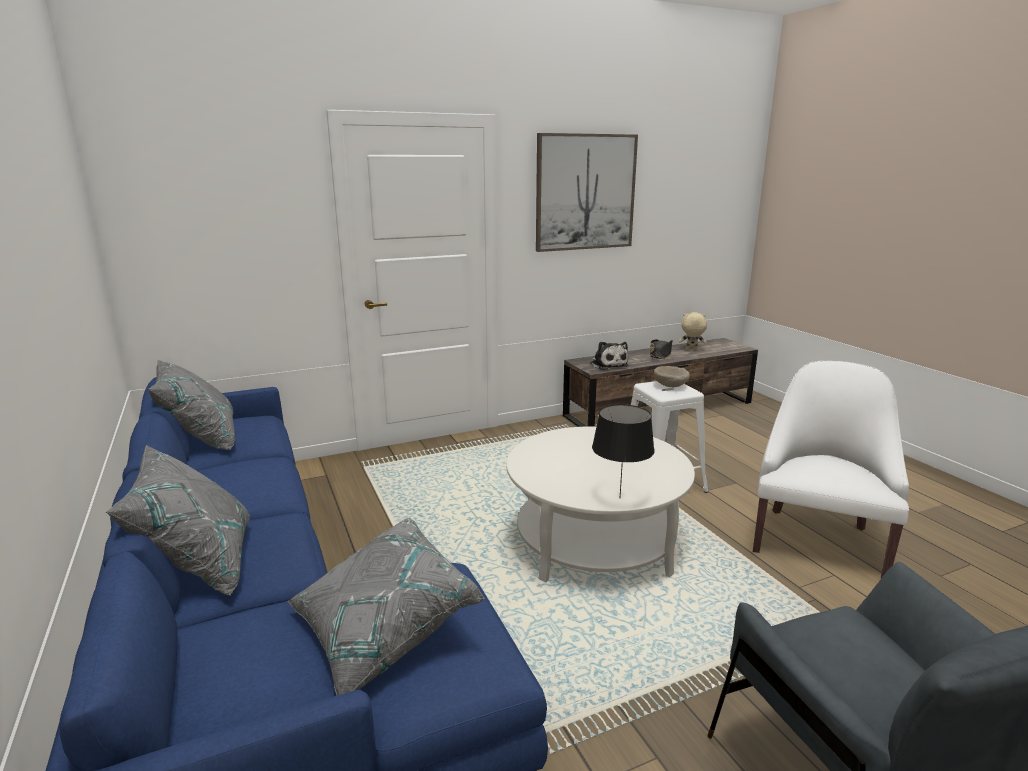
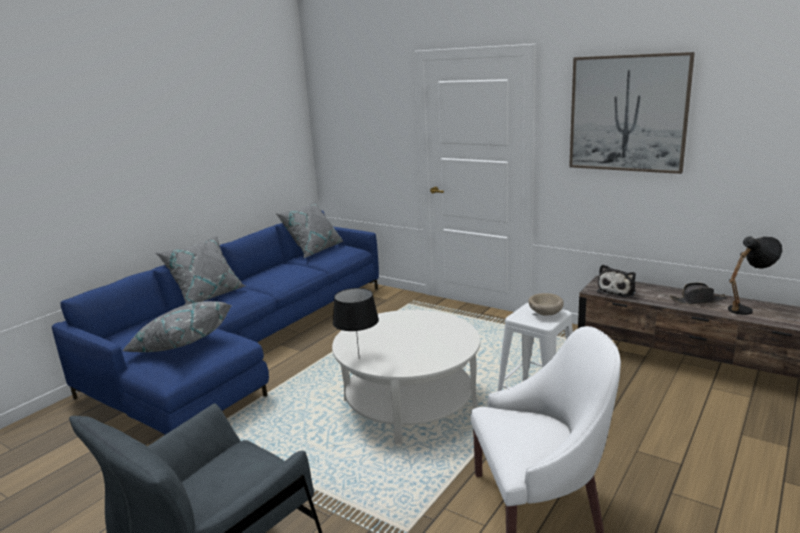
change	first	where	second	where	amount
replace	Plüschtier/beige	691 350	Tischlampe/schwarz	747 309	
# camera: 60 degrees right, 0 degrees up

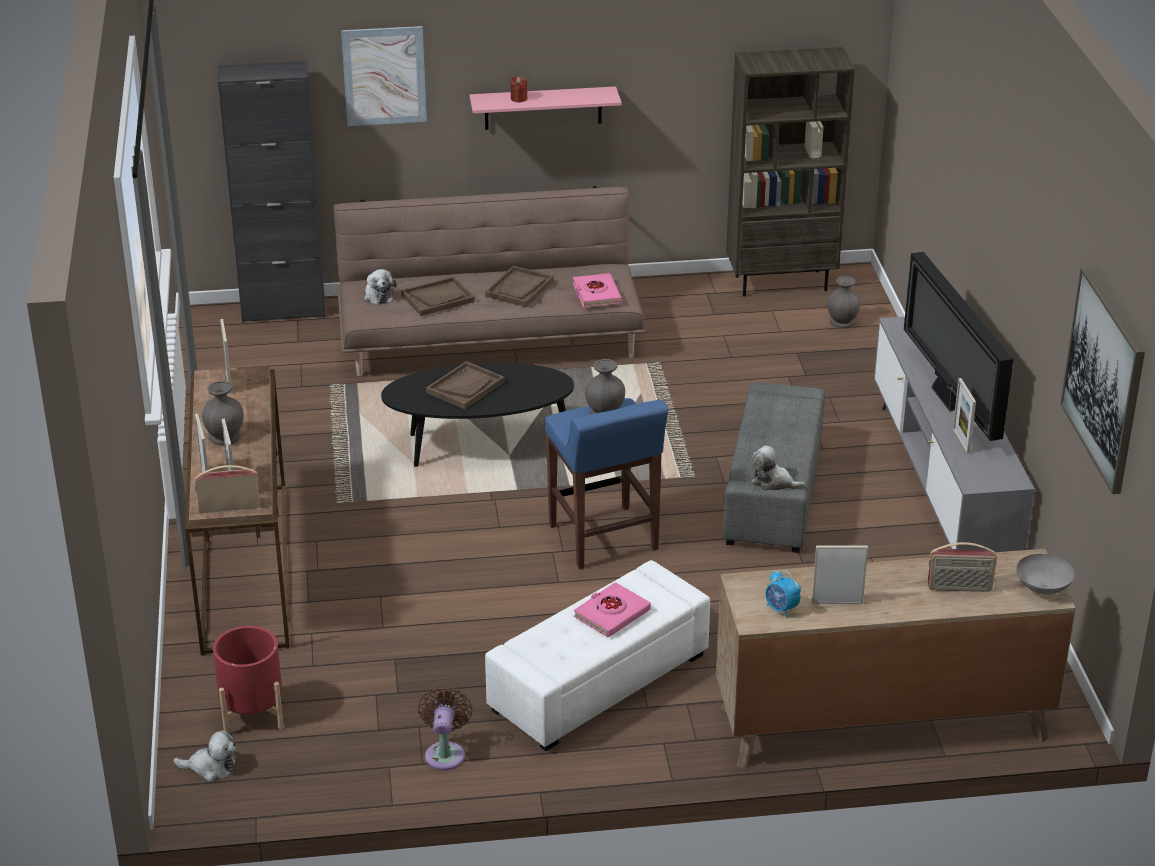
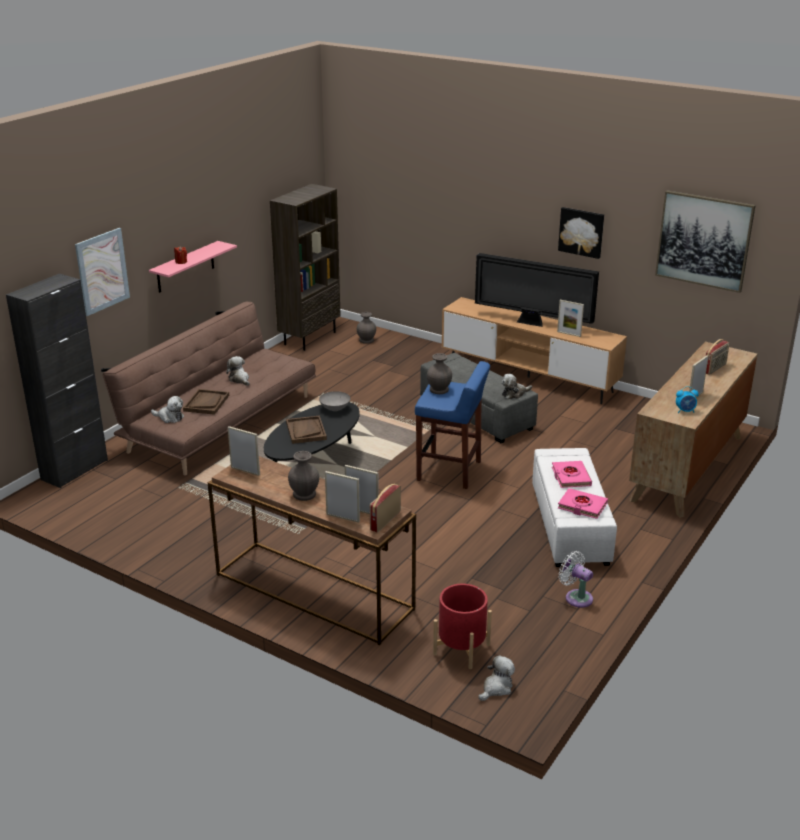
change	first	where	second	where	amount
recolor	Ventilator/braun	445 753	Ventilator/weiß	576 597	
replace	Tablett/braun	519 288	Plüschtier	239 379	
move	Buch/rosa	596 294		582 506	
recolor	Fernsehschrank/grau	941 486	Fernsehschrank/braun	528 377	
move	Schüssel/grau	1043 588		335 409	
insert			Bild	581 232	
# camera: 50 degrees left, 5 degrees down

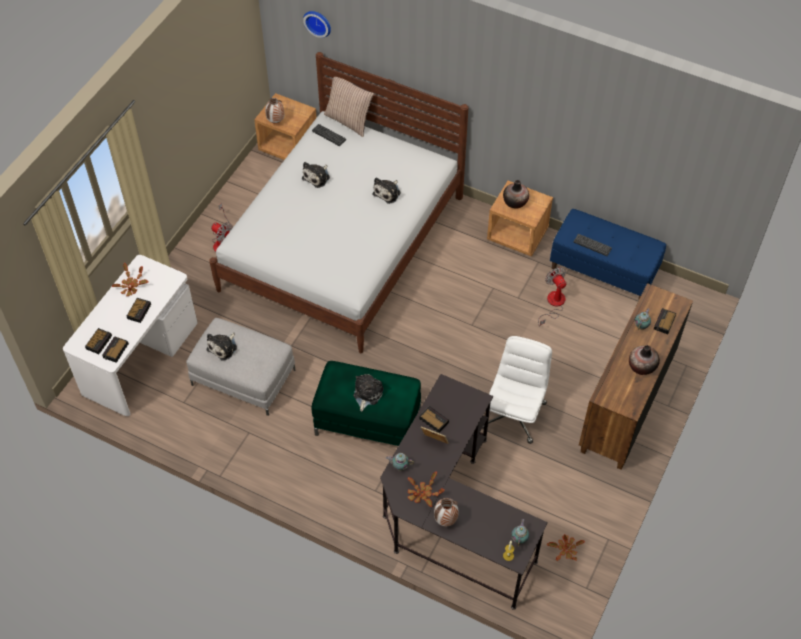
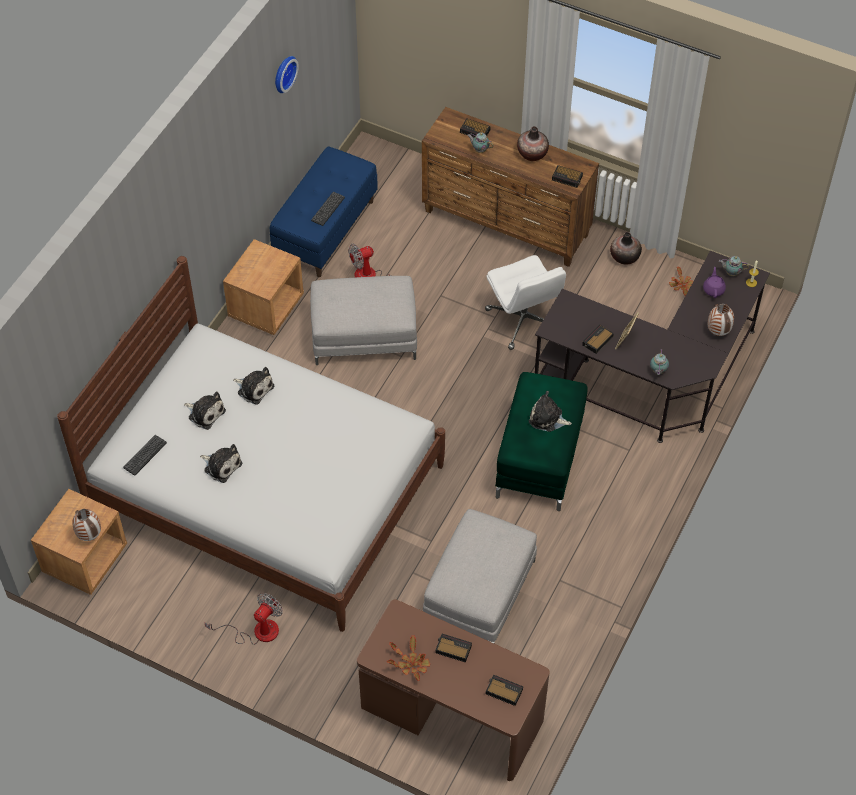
change	first	where	second	where	amount
recolor	Schreibtisch/weiß	140 357	Schreibtisch/braun	451 715	
move	Wecker	115 351		567 178	
move	Plüschtier	223 347		205 413	
move	Wanduhr	318 22		283 73	
delete	Kissen	349 120			
delete	Topfpflanze	422 494			
rotate	Bürostuhl/weiß	514 414		524 321	135 degrees counterclockwise
move	Vase	515 202		624 257	
insert			Polsterhocker/grau	364 334	
insert			Teekanne/lila	713 289	
# camera: 90 degrees left, 0 degrees up

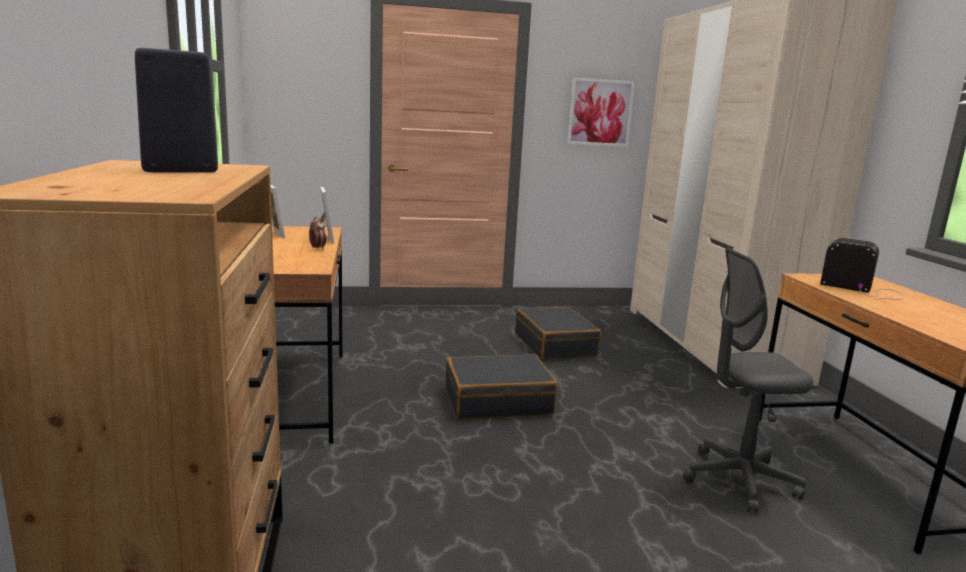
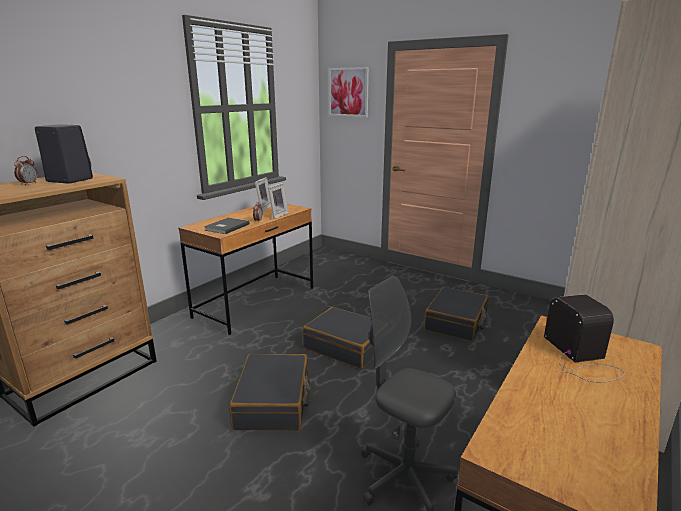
change	first	where	second	where	amount
move	Bild	600 112		348 92	
insert			Wecker	29 184	
insert			Buch/grau	226 227	
insert			Koffer/schwarz	274 402	
# camera: 45 degrees right, 5 degrees up

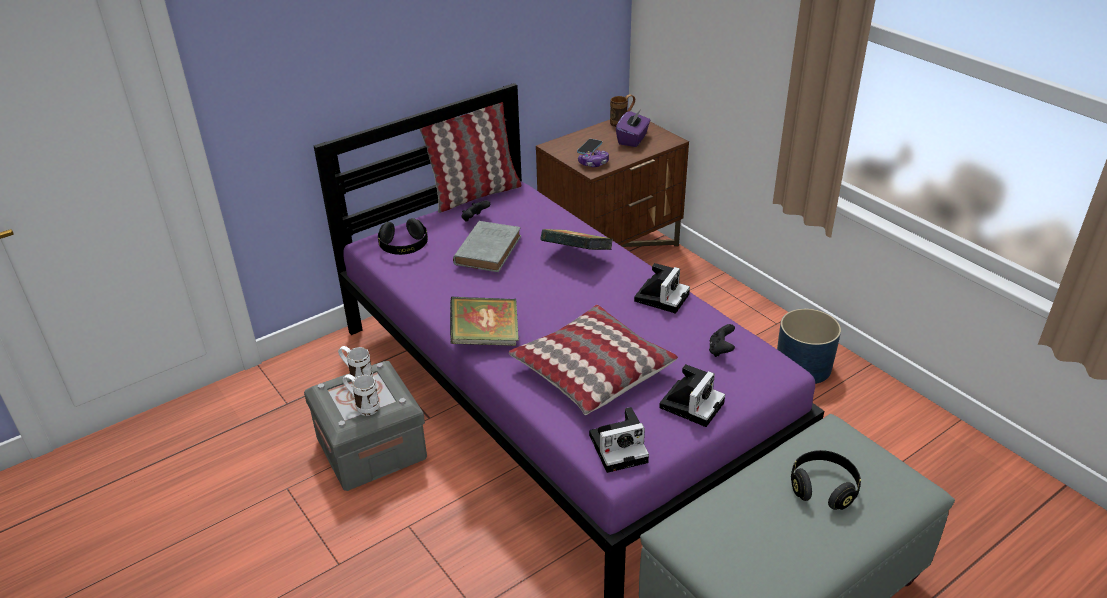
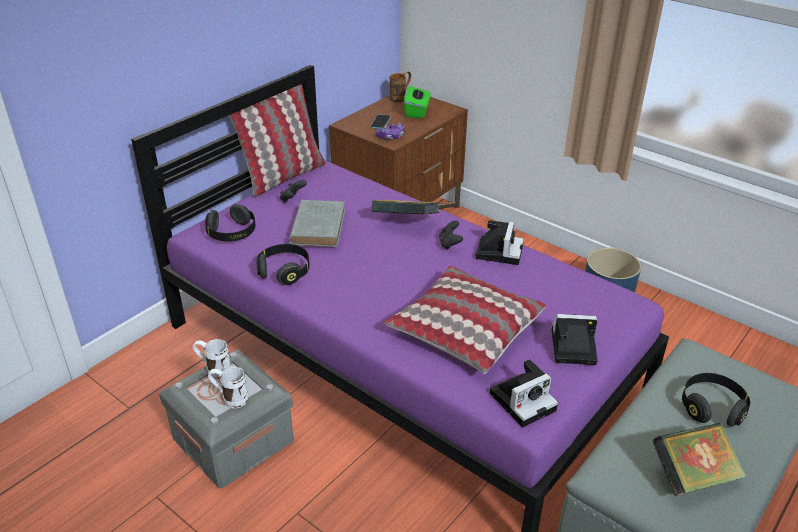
change	first	where	second	where	amount
move	Buch	485 339		692 476	
recolor	Taschentuchbox/lila	633 139	Taschentuchbox/grün	417 112	
rotate	Kamera	692 403		571 347	105 degrees counterclockwise
move	Gamepad/schwarz	721 350		450 244	
insert			Kopfhörer/schwarz	284 272	
# camera: 15 degrees left, 0 degrees up

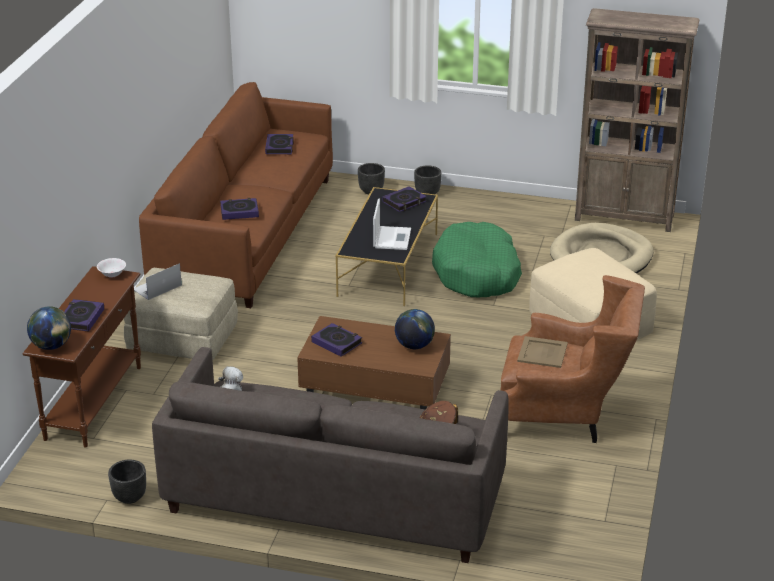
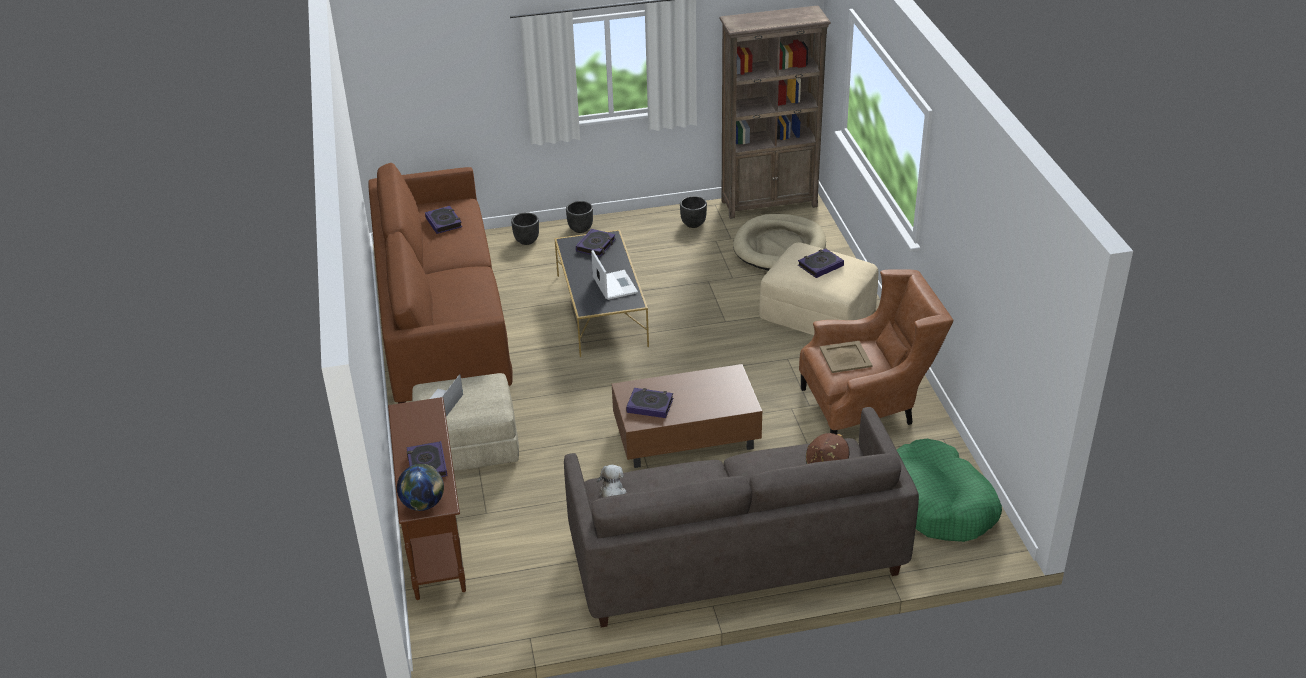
change	first	where	second	where	amount
delete	Schüssel/weiß	112 274			
move	Pflanzkübel/schwarz	129 497		693 224	
move	Buch	239 212		820 266	
delete	Globus	414 346			
move	Hundebett/grün	477 273		939 504	
# camera: 25 degrees left, 5 degrees up

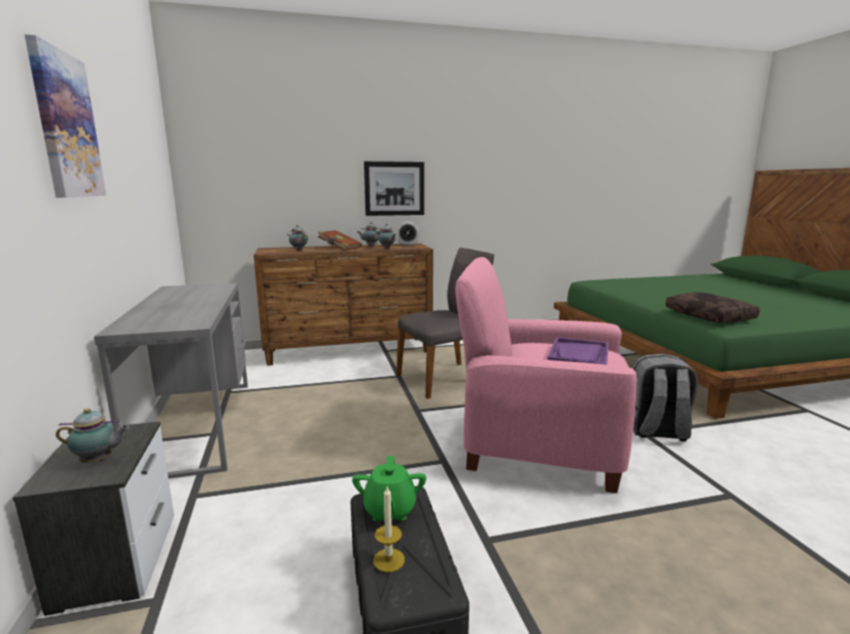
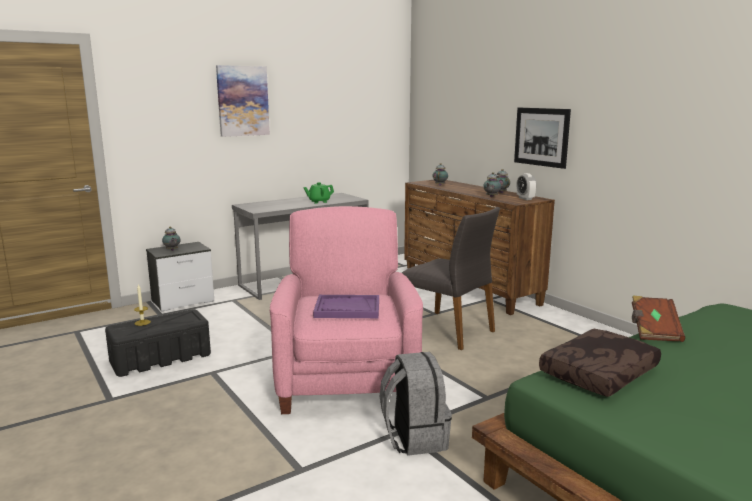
change	first	where	second	where	amount
move	Buch/braun	339 248		653 330	
move	Teekanne/grün	389 510		319 201	
# camera: 70 degrees right, 0 degrees up

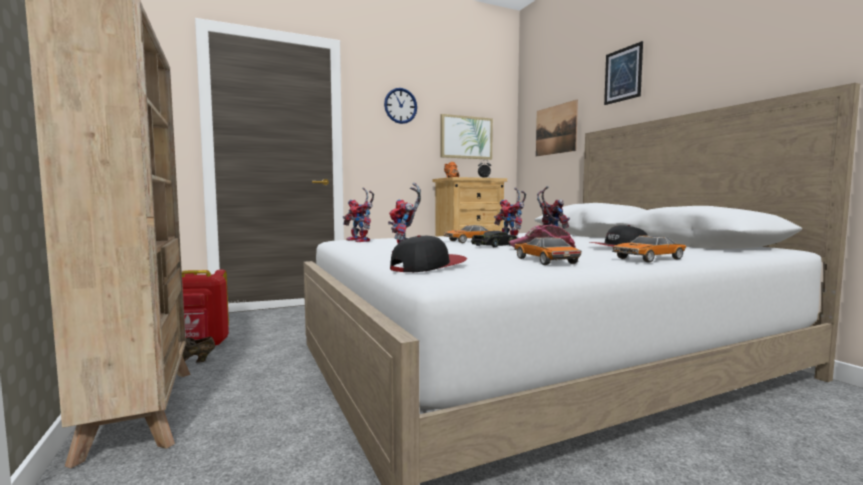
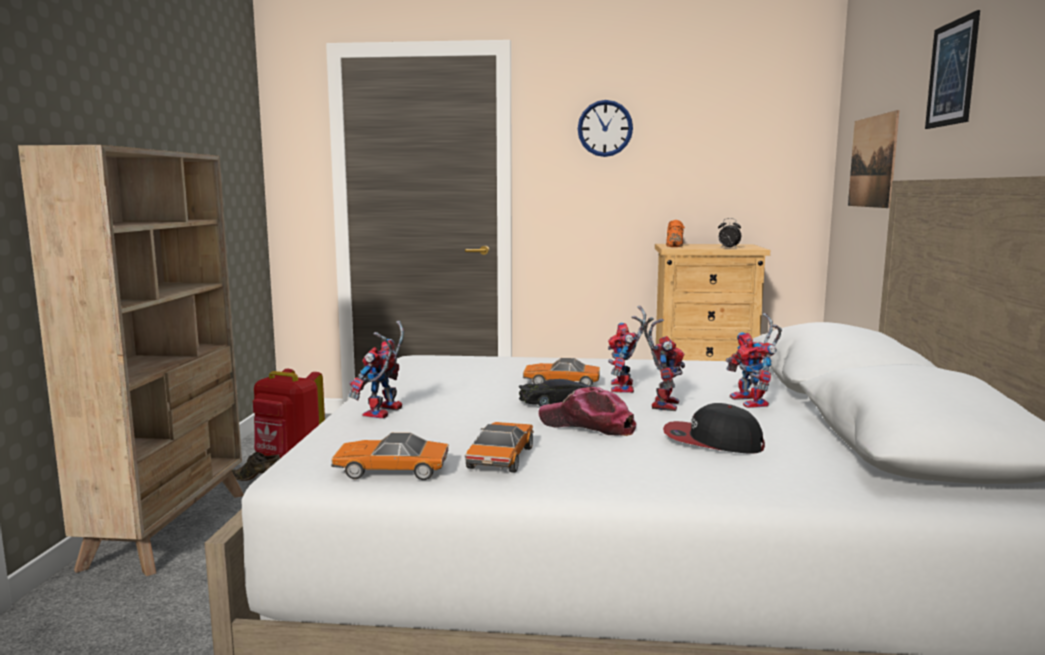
change	first	where	second	where	amount
move	Spielzeugroboter	361 241		753 403	
delete	Kappe	428 266			
delete	Bild	466 137			
move	Spielzeugauto	648 259		391 470	
# camera: 30 degrees right, 5 degrees up

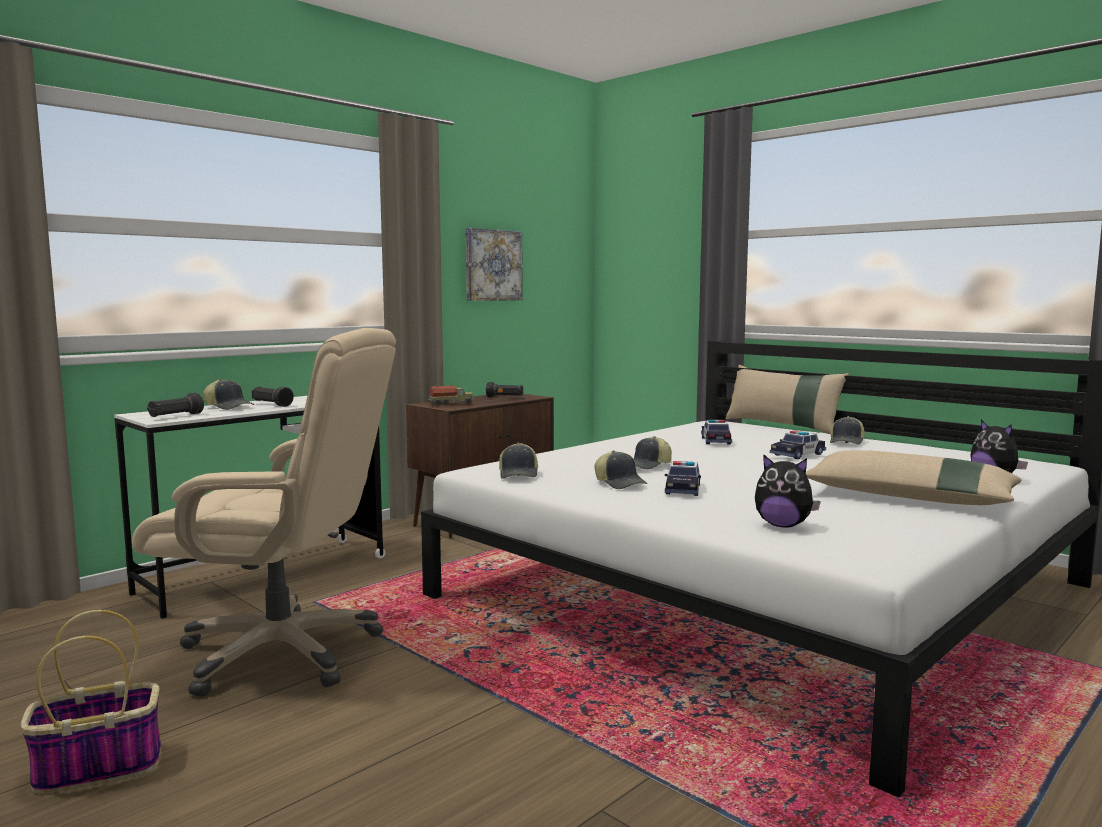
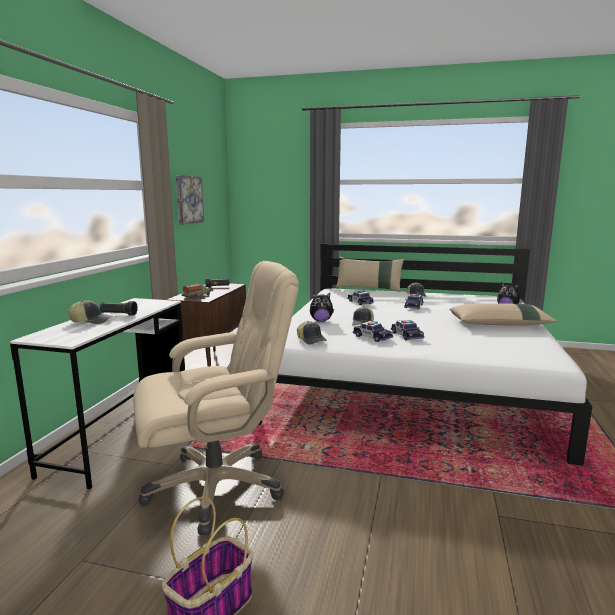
change	first	where	second	where	amount
delete	Taschenlampe/schwarz	175 416			
replace	Kappe	620 483	Spielzeugauto	372 337	
move	Plüschtier	783 525		321 321	
# camera: 30 degrees left, 5 degrees up

